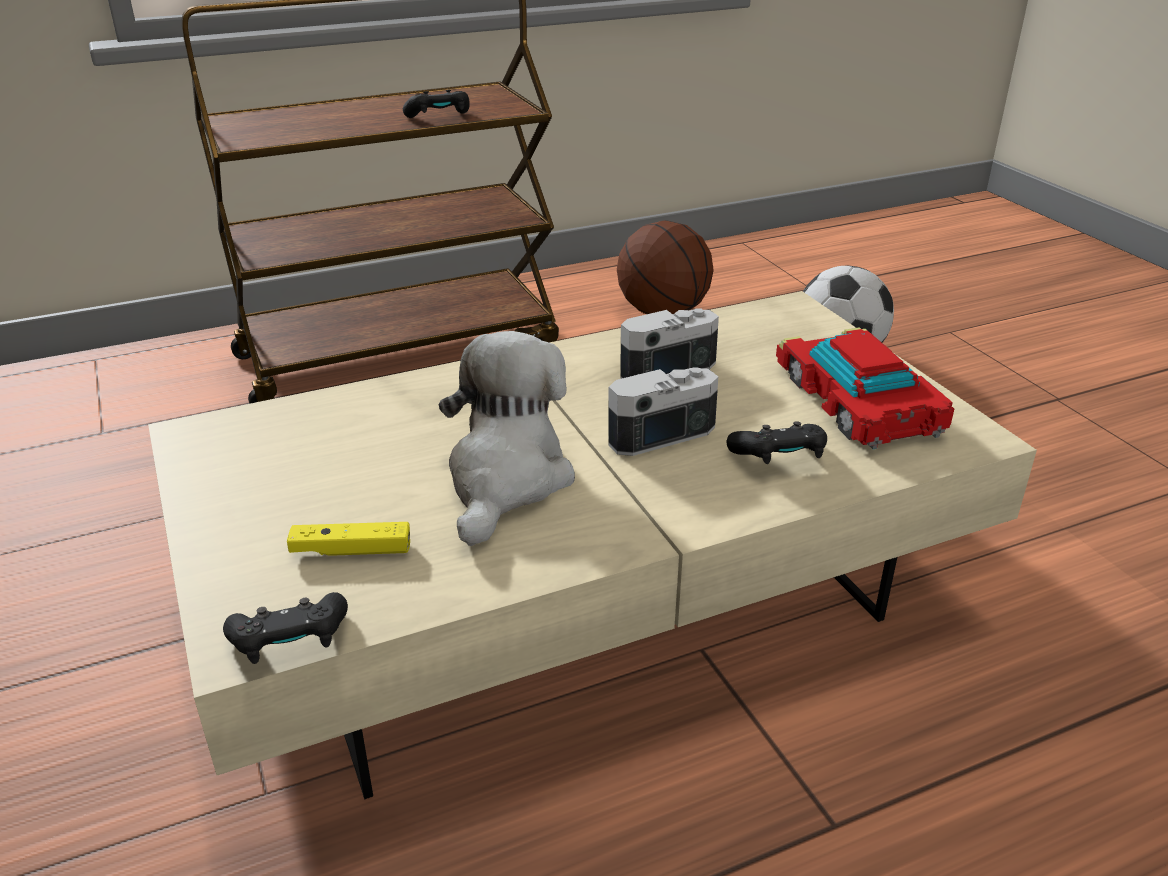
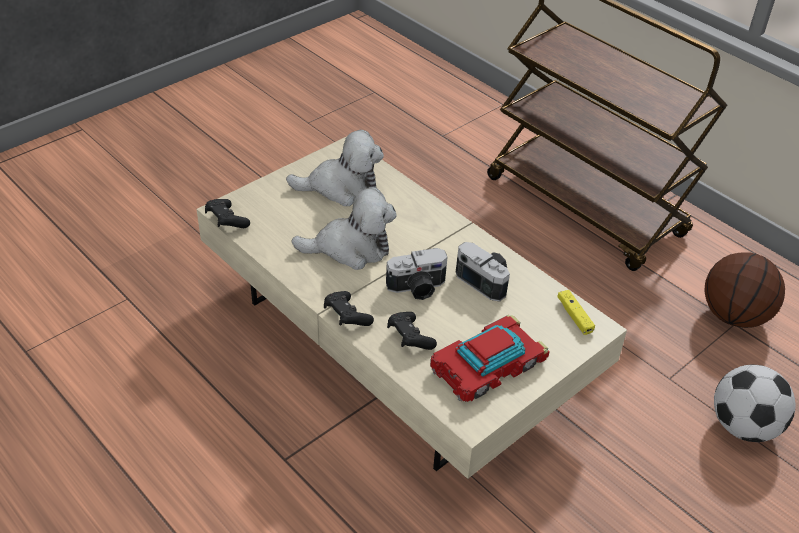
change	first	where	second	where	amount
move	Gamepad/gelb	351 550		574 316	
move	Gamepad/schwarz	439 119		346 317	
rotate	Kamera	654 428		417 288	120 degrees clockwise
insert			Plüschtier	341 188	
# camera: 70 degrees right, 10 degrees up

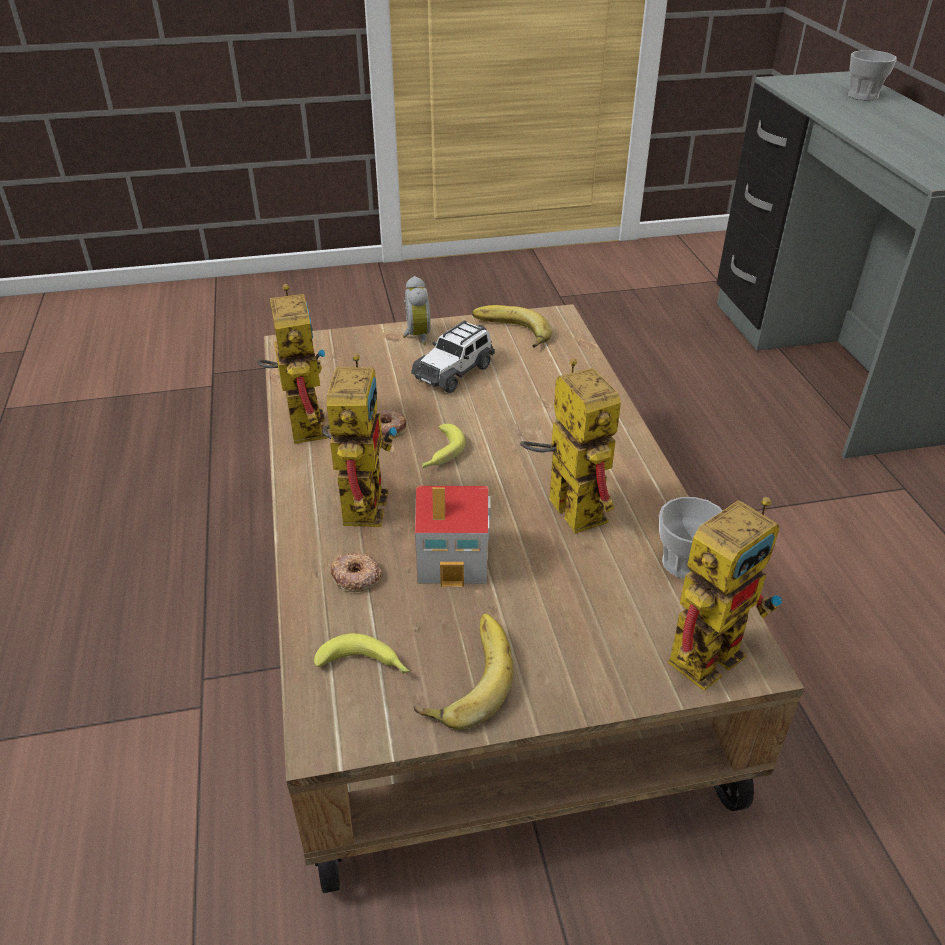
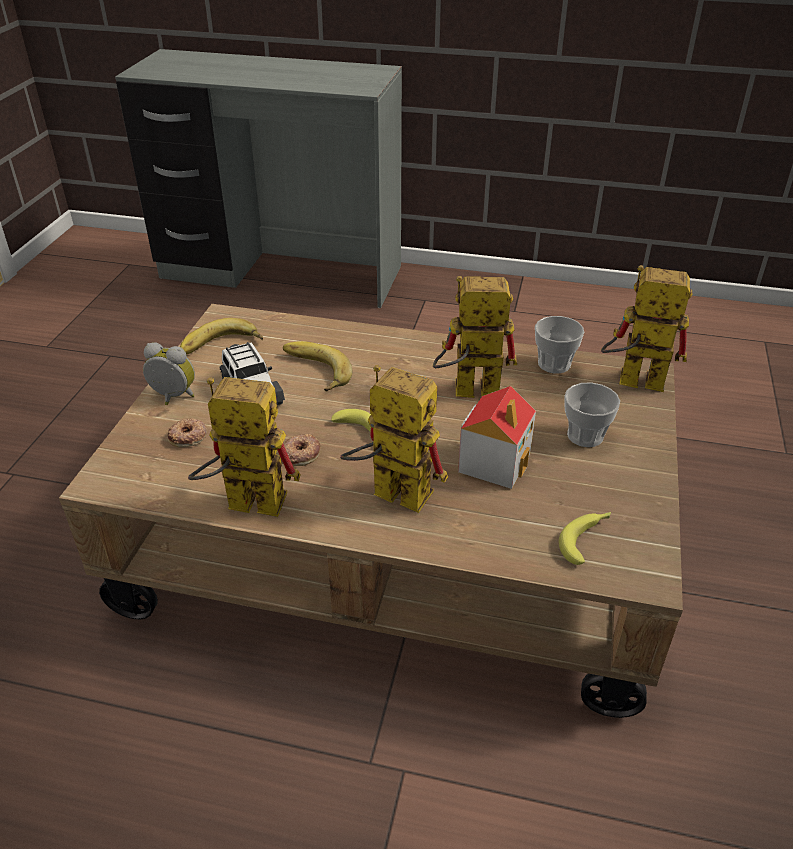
change	first	where	second	where	amount
move	Donut	356 576		188 436	
move	Banane	465 675		313 371	
rotate	Spielzeugroboter	710 646		630 381	60 degrees counterclockwise
move	Tasse	863 96		585 435	
# camera: 65 degrees left, 0 degrees up

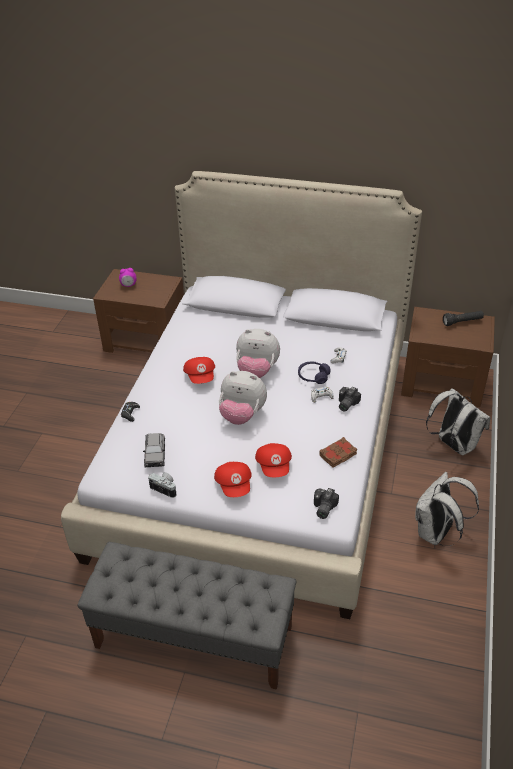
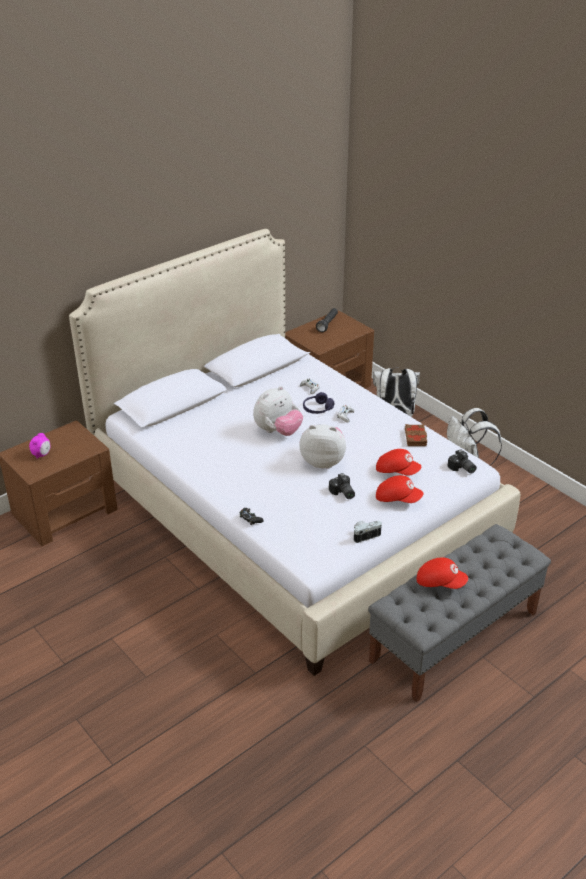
change	first	where	second	where	amount
delete	Spielzeugauto/grau	155 455			
move	Kappe/rot	201 377		440 582	
rotate	Plüschtier	242 415		323 461	135 degrees counterclockwise
move	Kamera	345 404		342 493	
# camera: 55 degrees left, 5 degrees down

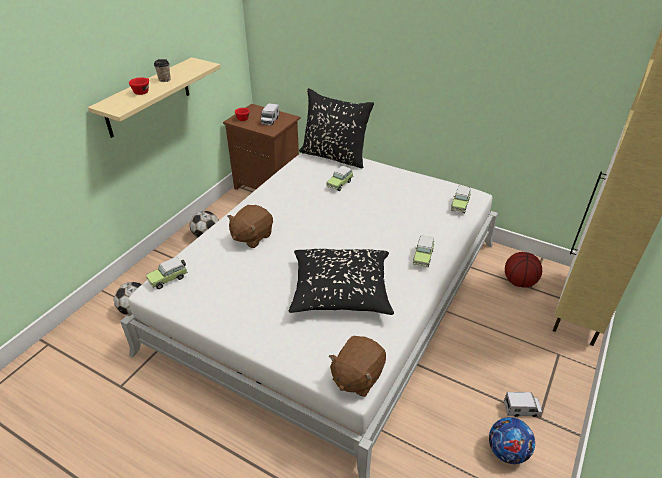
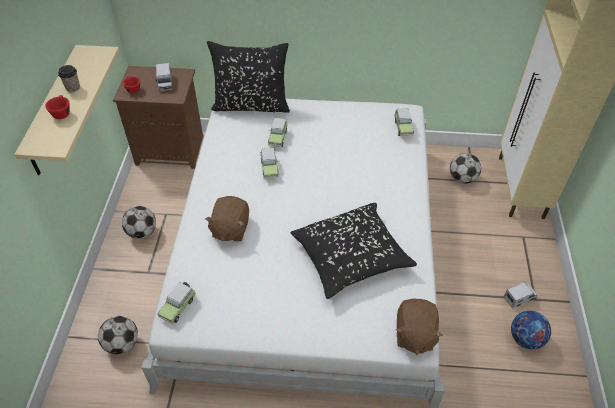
change	first	where	second	where	amount
move	Spielzeugauto	423 257		269 168	
replace	Basketball	519 282	Fußball	462 178	
# camera: 25 degrees left, 10 degrees up

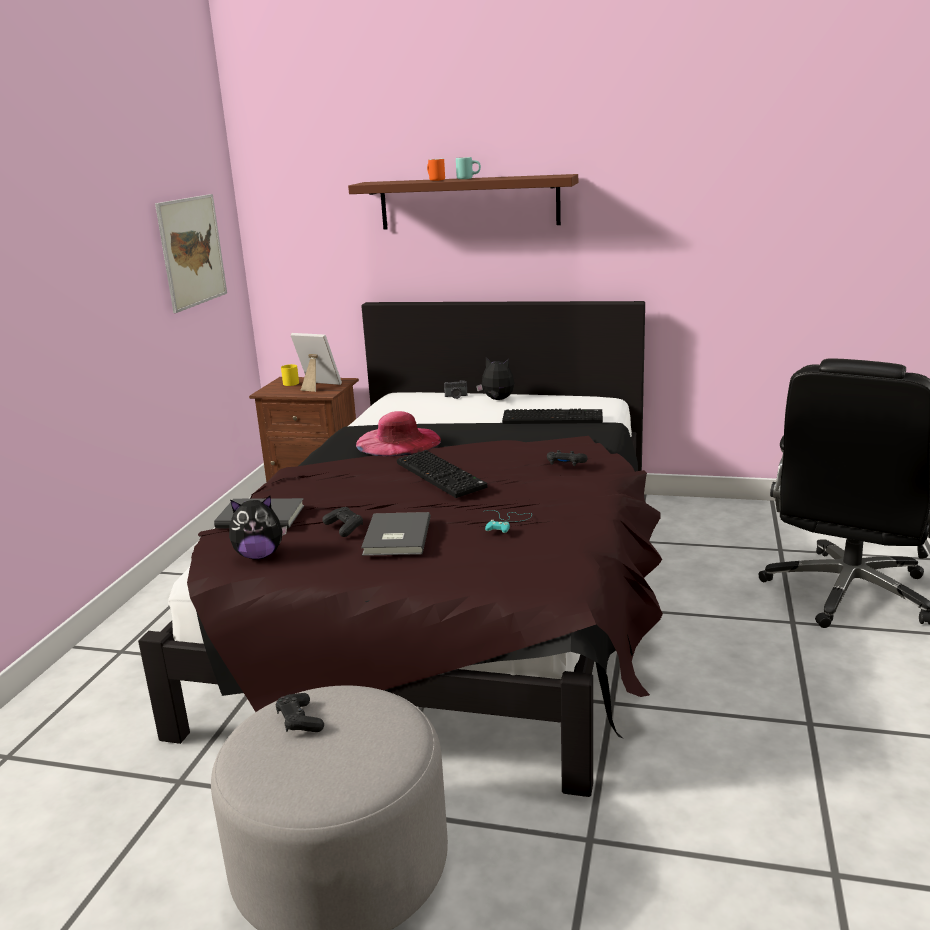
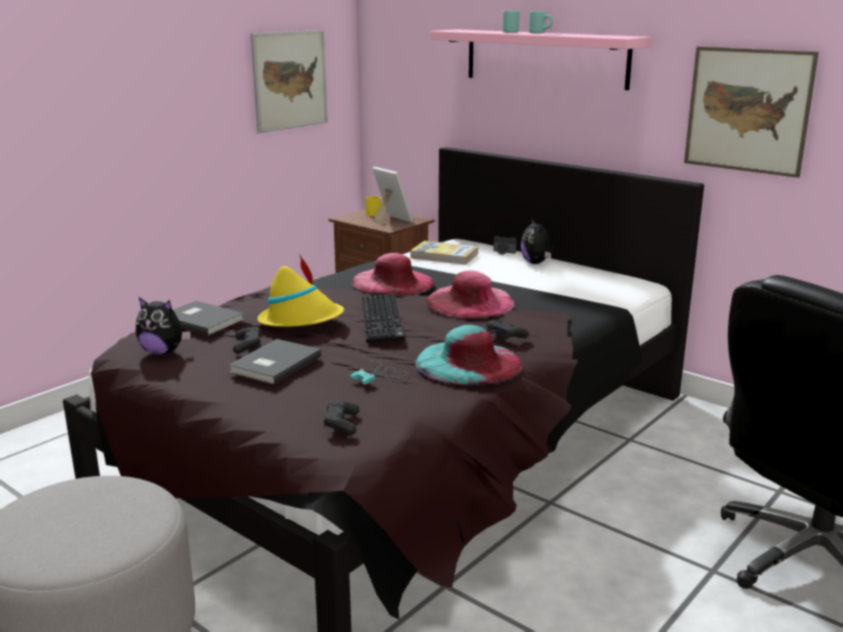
change	first	where	second	where	amount
move	Gamepad/schwarz	299 721		341 424	
recolor	Wandregal/braun	468 202	Wandregal/rosa	545 58	
recolor	Henkelbecher/orange	434 180	Henkelbecher/türkis	508 32	
rotate	Plüschtier	497 400		536 263	150 degrees counterclockwise
delete	Tastatur	553 418			
insert			Hut/gelb	301 320	
insert			Buch	444 256	
insert			Hut/türkis	468 363	
insert			Hut/rosa	470 302	
insert			Bild	748 110	
# camera: 25 degrees right, 0 degrees up

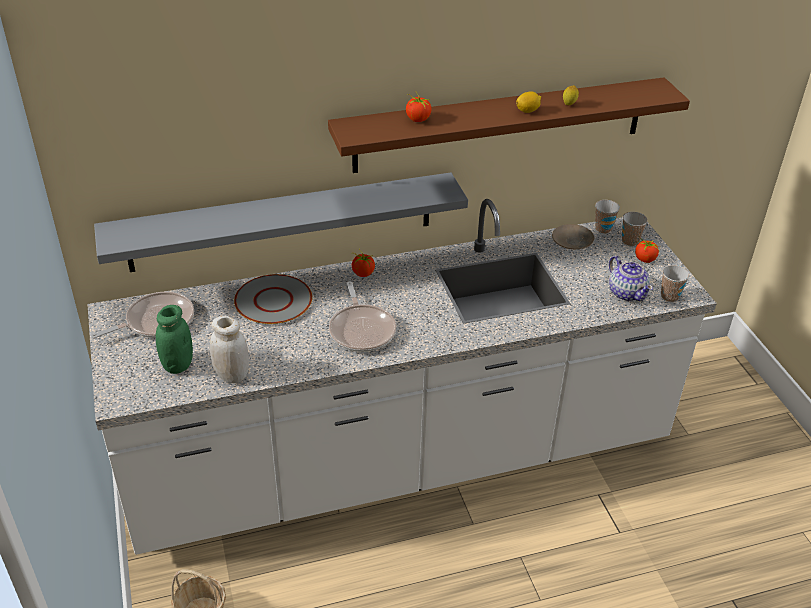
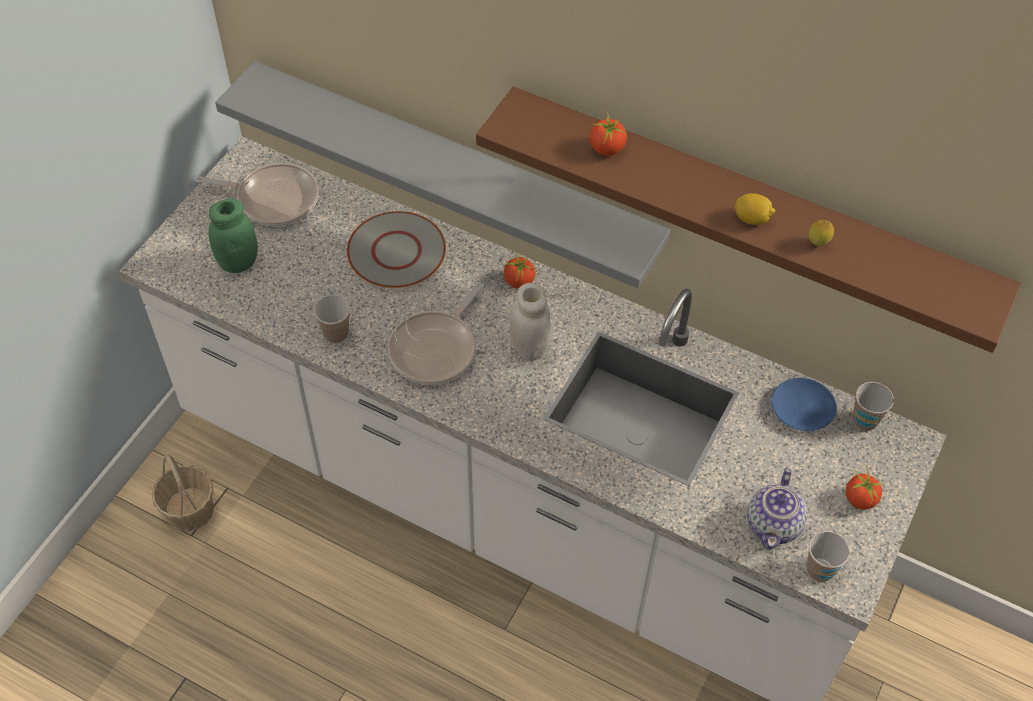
change	first	where	second	where	amount
move	Vorratsglas/weiß	232 375		529 347	
recolor	Teller/beige	572 241	Teller/blau	802 410	
move	Tasse	630 241		336 333	
# camera: 45 degrees right, 15 degrees up

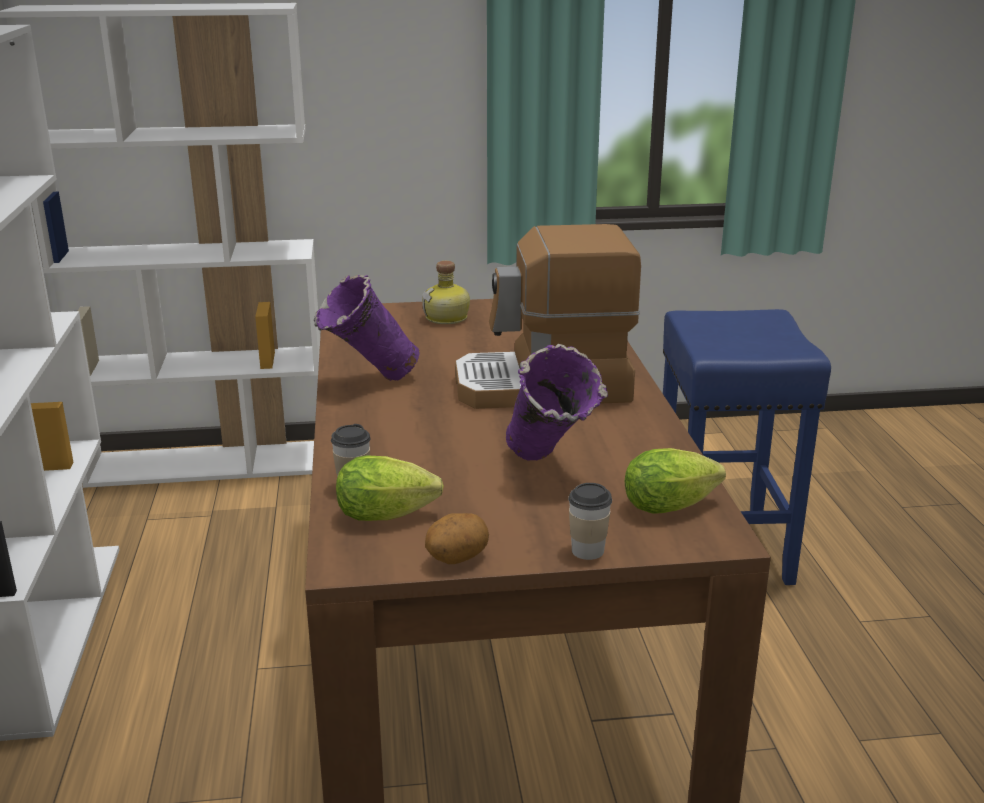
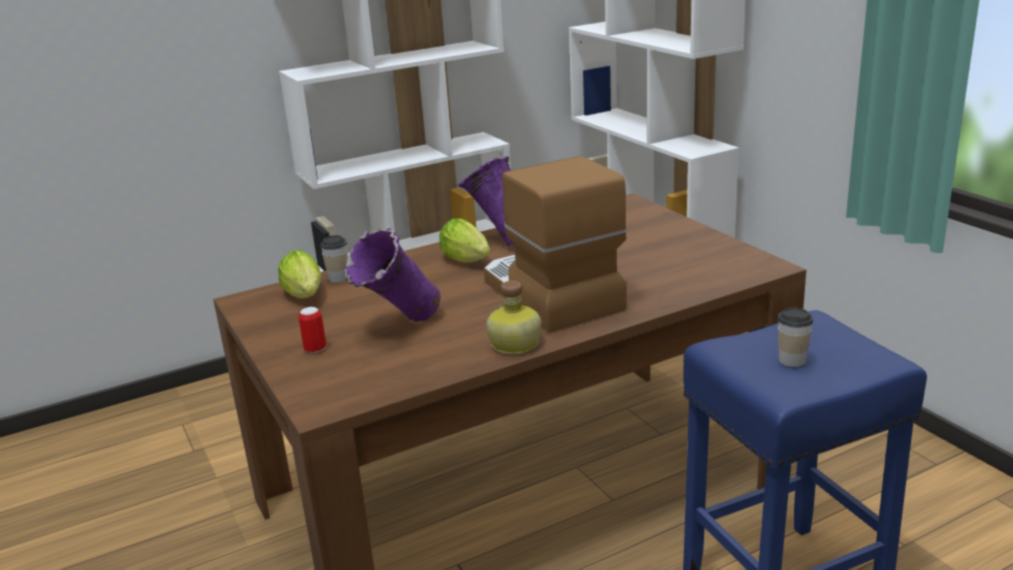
change	first	where	second	where	amount
move	Flasche	447 318		514 345	
delete	Kartoffel	457 558			
move	Tasse	587 550		792 360	
move	Salatkopf	674 506		468 262	
insert			Dose	315 349	
# camera: 70 degrees right, 0 degrees up

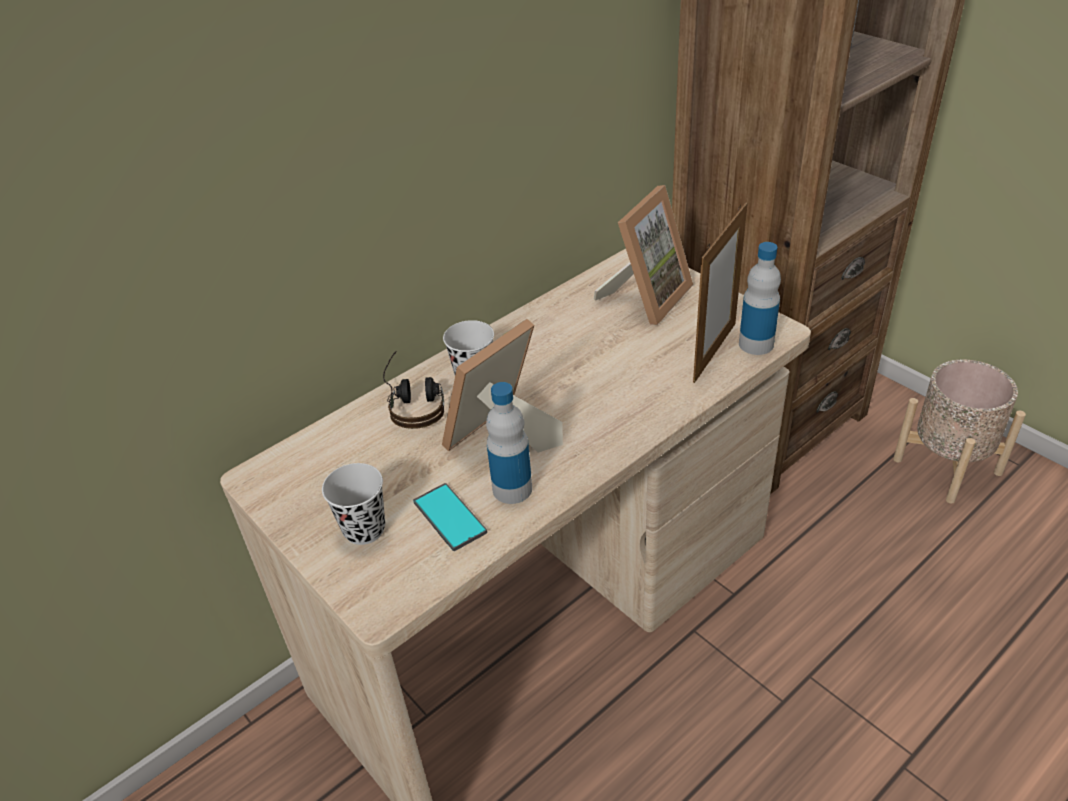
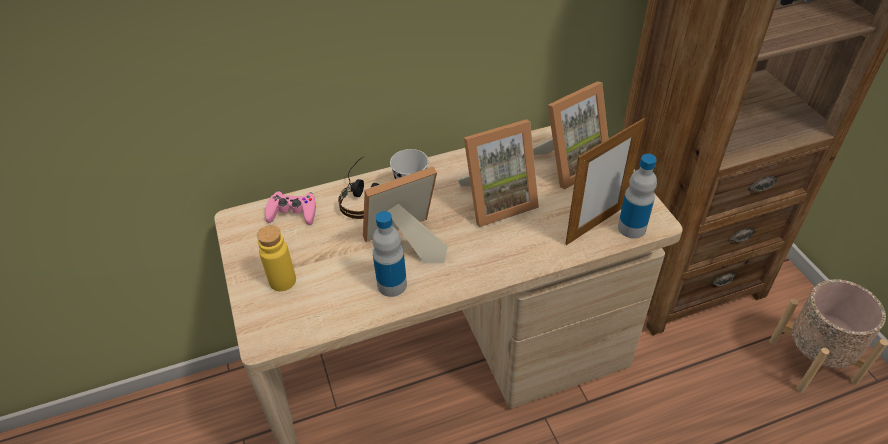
change	first	where	second	where	amount
replace	Tasse/schwarz	364 529	Flasche/gelb	282 281	
delete	Handy	449 517			
insert			Gamepad/rosa	292 212	
insert			Bilderrahmen	496 201	
# camera: 20 degrees right, 5 degrees up

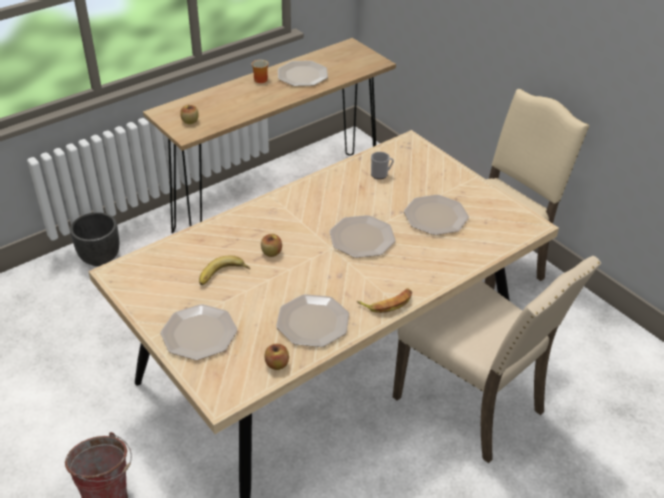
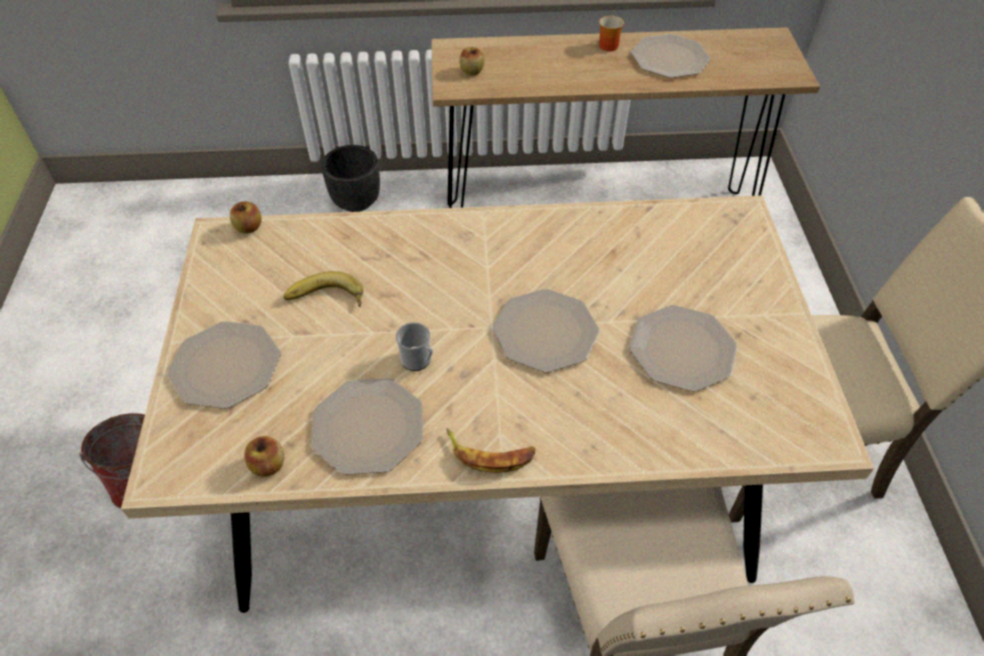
change	first	where	second	where	amount
move	Apfel	271 252		249 227	
move	Henkelbecher	381 174		418 361	
# camera: 35 degrees right, 10 degrees up

